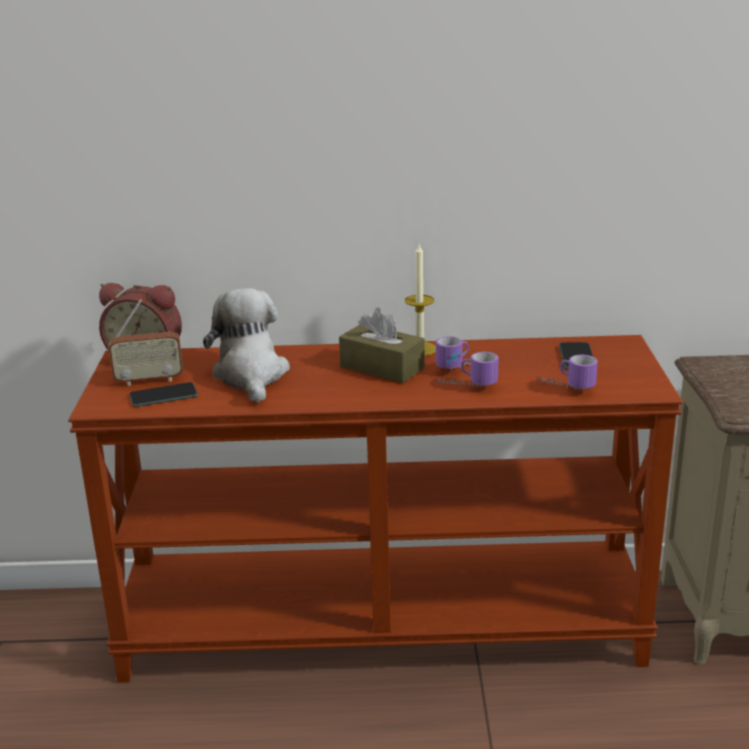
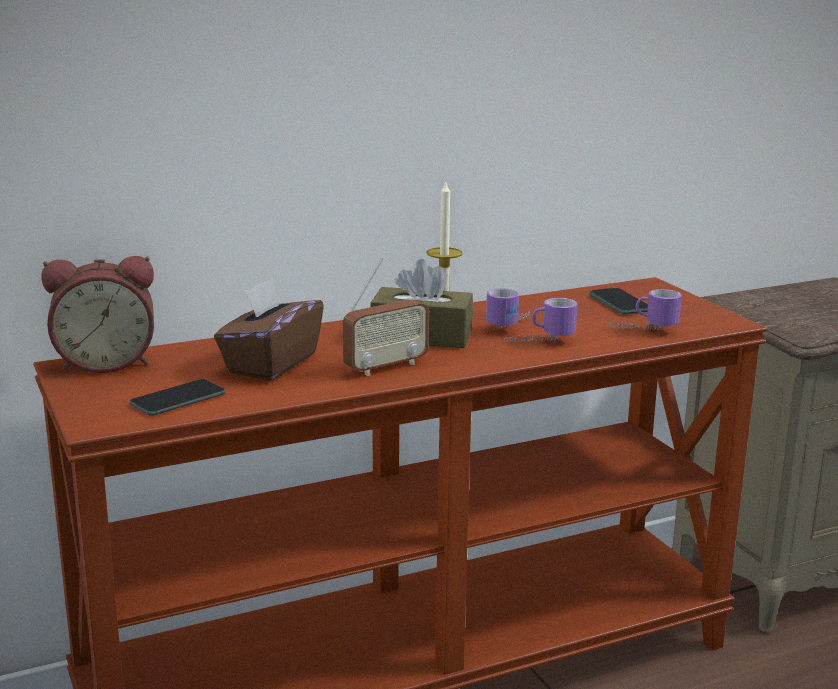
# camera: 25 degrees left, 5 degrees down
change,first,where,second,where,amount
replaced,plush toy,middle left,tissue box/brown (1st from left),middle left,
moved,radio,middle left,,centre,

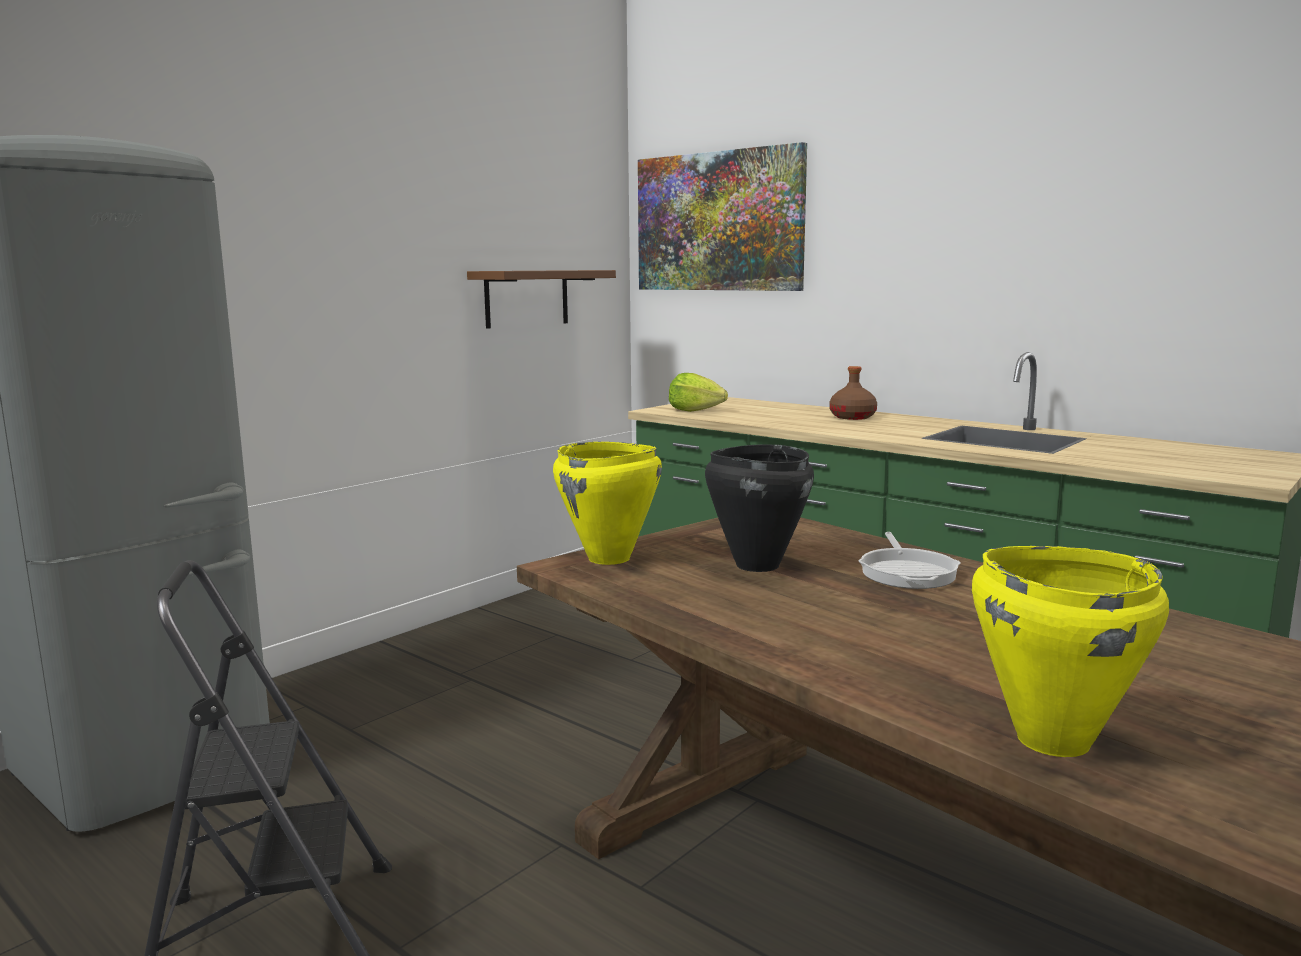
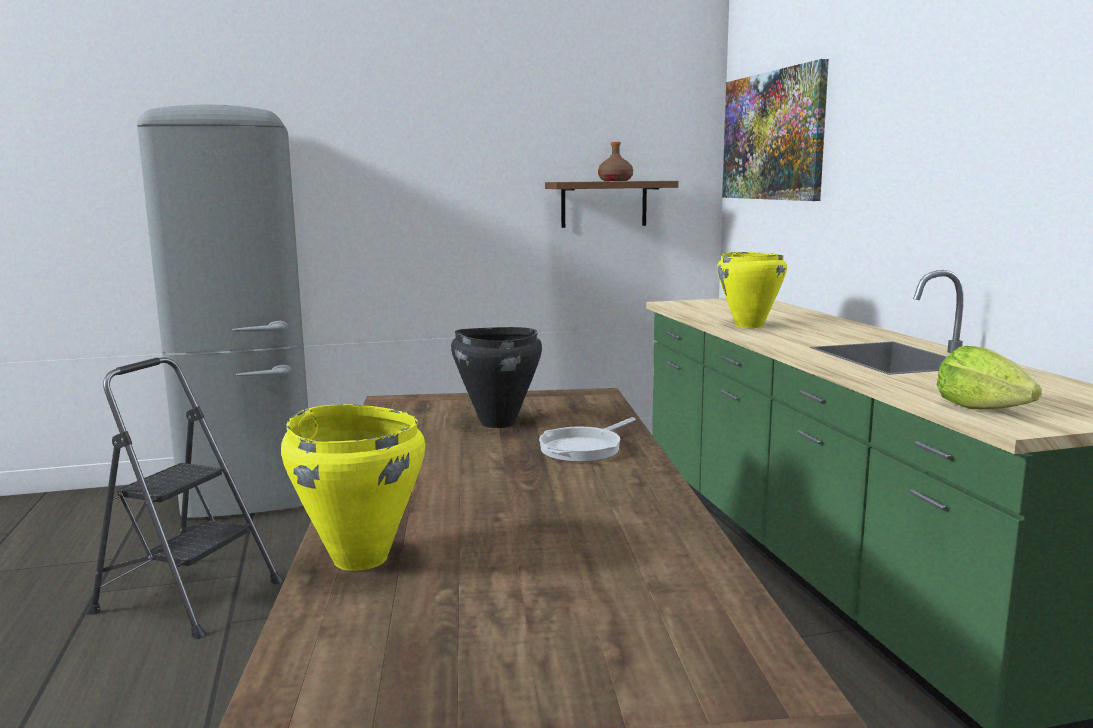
# camera: 35 degrees right, 0 degrees up
change,first,where,second,where,amount
moved,bottle/brown,centre,,top centre,
moved,cooking pot/yellow (1st from left in the first image),centre,cooking pot/yellow (2nd from left),middle right,
moved,lettuce,centre,,middle right,

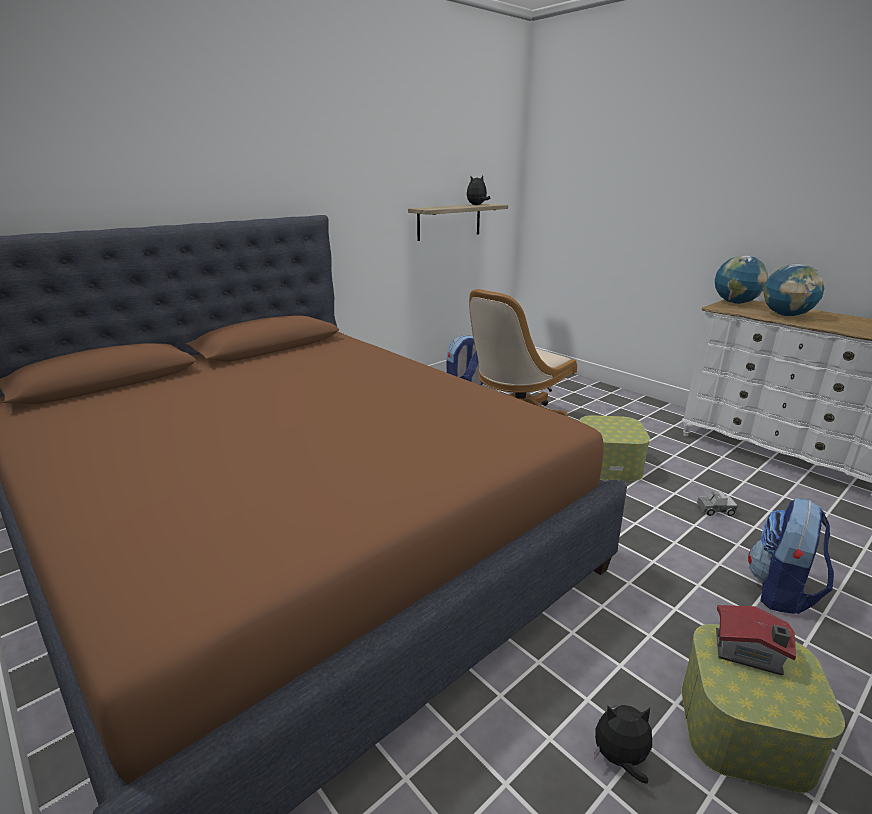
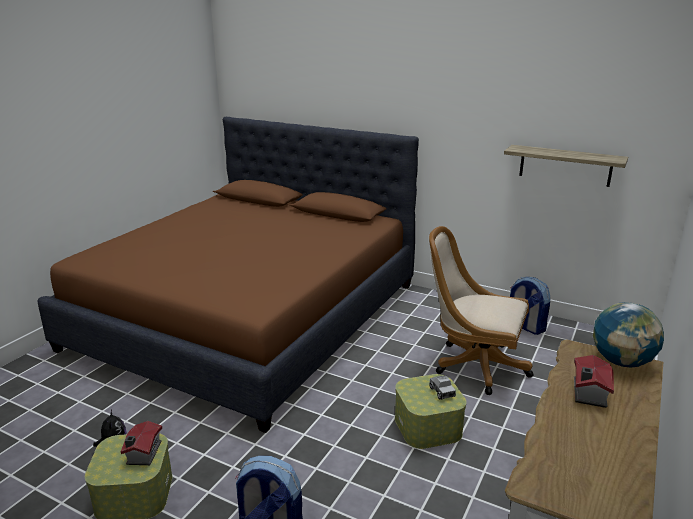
# camera: 70 degrees right, 0 degrees up
change,first,where,second,where,amount
moved,toy truck,middle right,,bottom centre,
replaced,globe (2nd from left),middle right,toy house (2nd from left),bottom right,
removed,plush toy (1st from left),top centre,,,

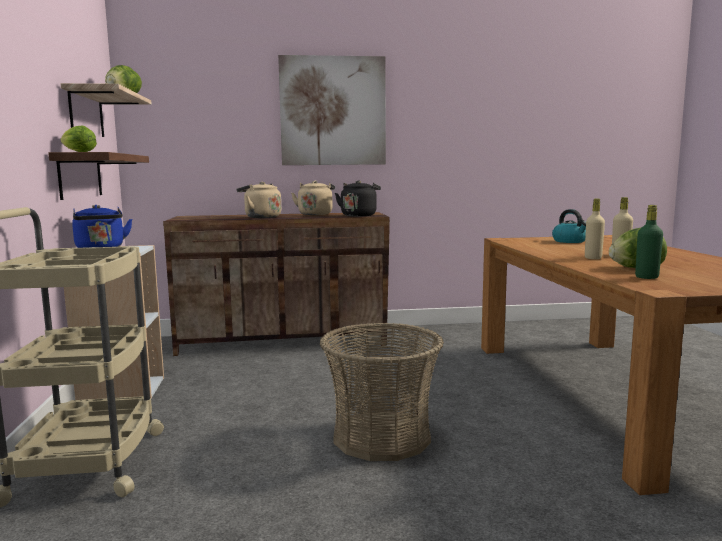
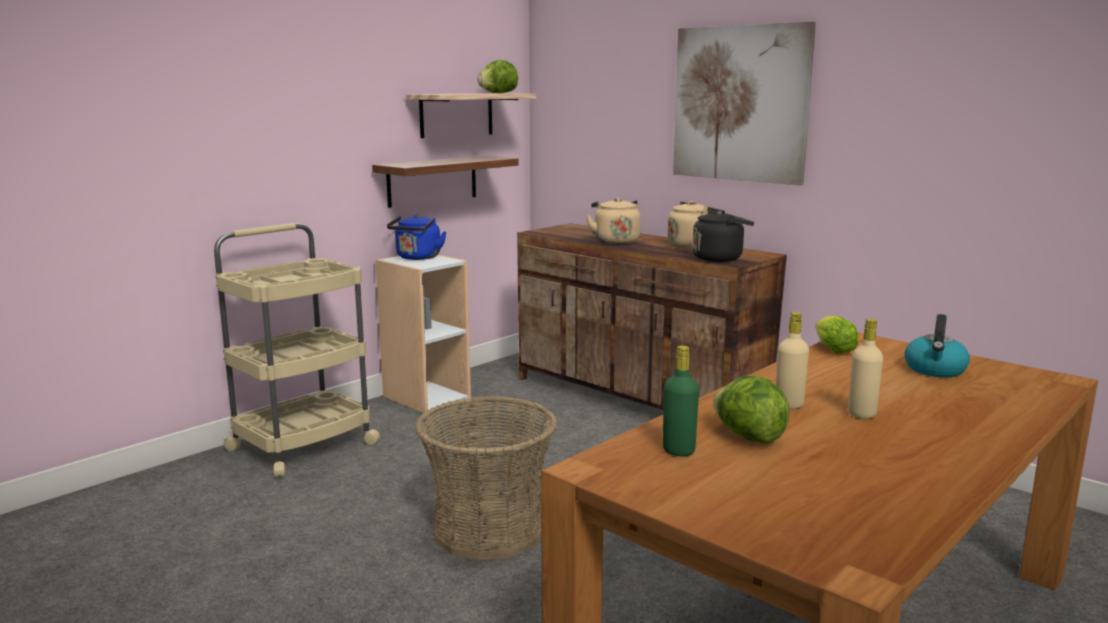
# camera: 50 degrees right, 5 degrees up
change,first,where,second,where,amount
moved,lettuce (1st from left in the first image),top left,lettuce (3rd from left),middle right,

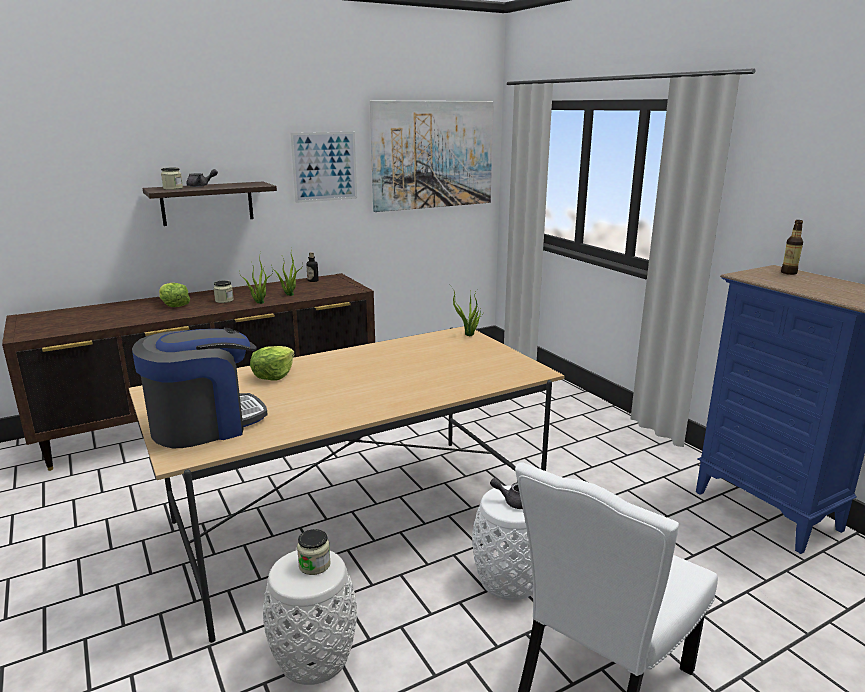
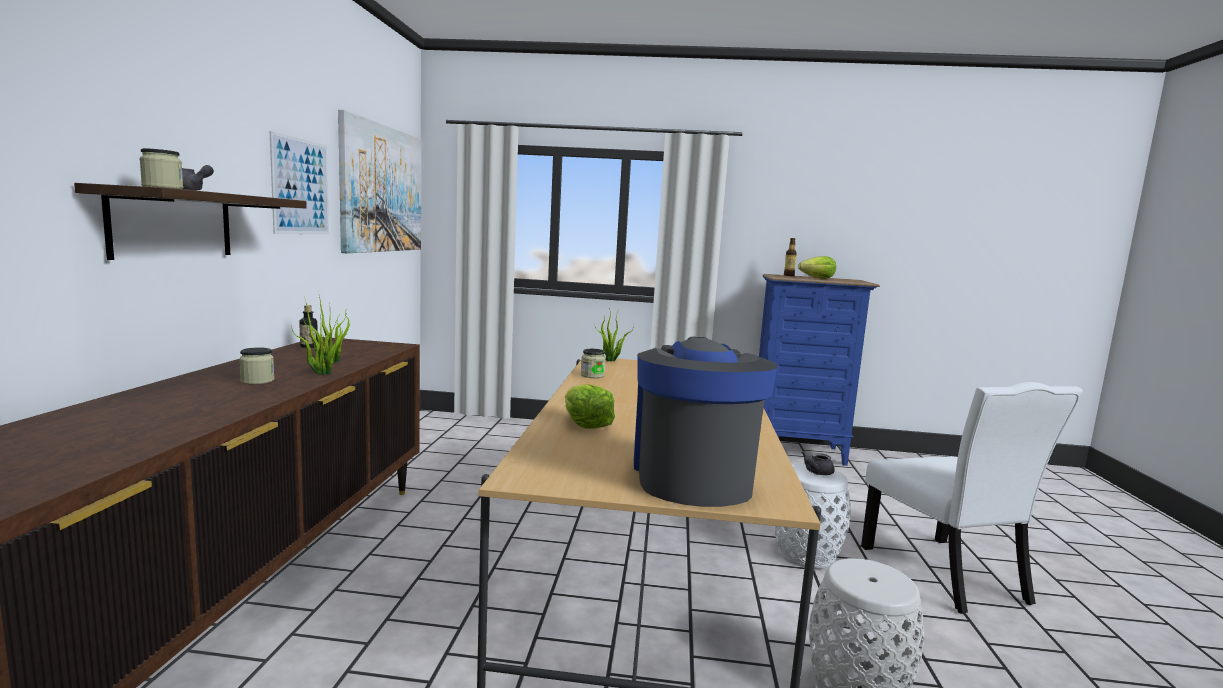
# camera: 55 degrees left, 10 degrees down
change,first,where,second,where,amount
moved,jar (3rd from left),bottom centre,,centre,
moved,lettuce (1st from left in the first image),middle left,lettuce (2nd from left),middle right,

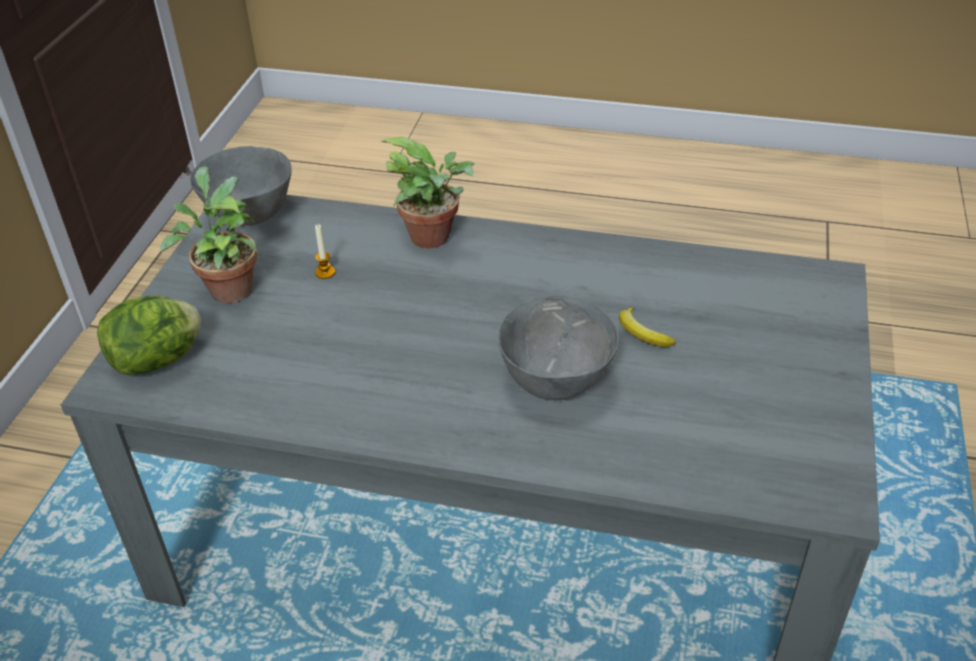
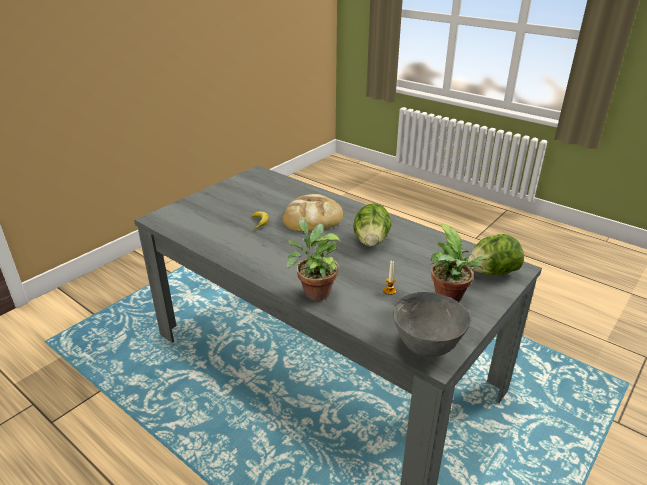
# camera: 155 degrees left, 10 degrees down
change,first,where,second,where,amount
replaced,bowl/grey (2nd from left),centre,bread,centre,
added,,,lettuce (1st from left),centre,

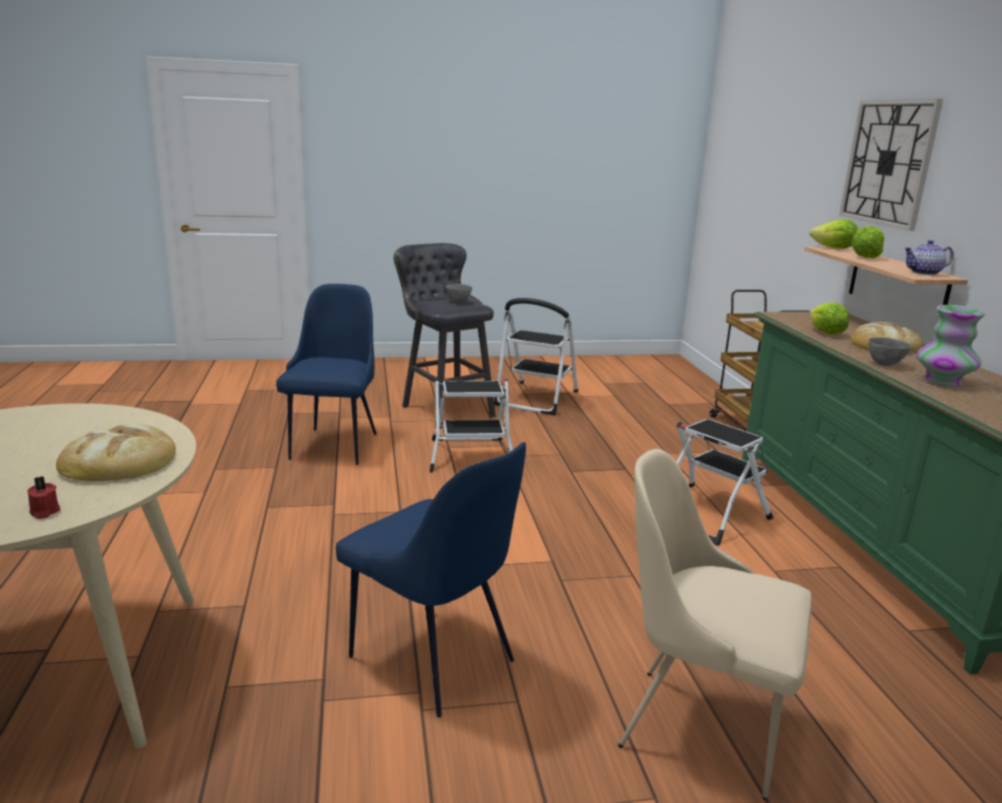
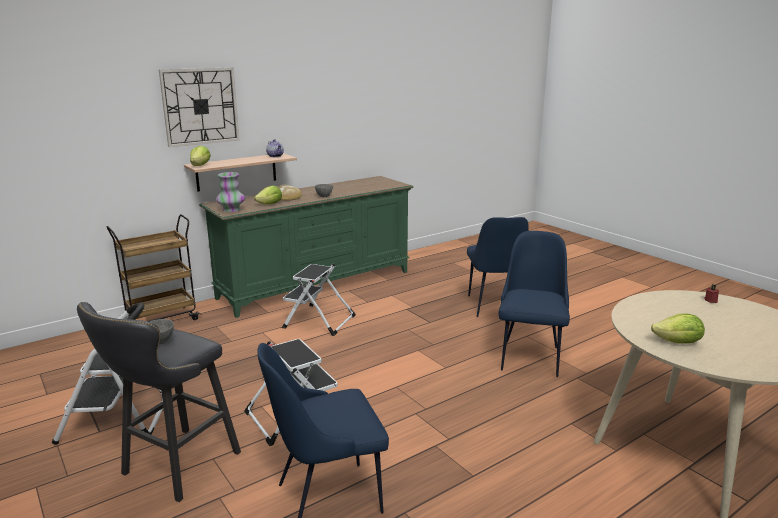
# camera: 115 degrees left, 0 degrees up
change,first,where,second,where,amount
moved,vase,middle right,,middle left,
recoloured,chair/beige,bottom right,chair/blue (2nd from left),centre,
moved,lettuce (3rd from left),top right,,middle right,
removed,bread (1st from left),middle left,,,

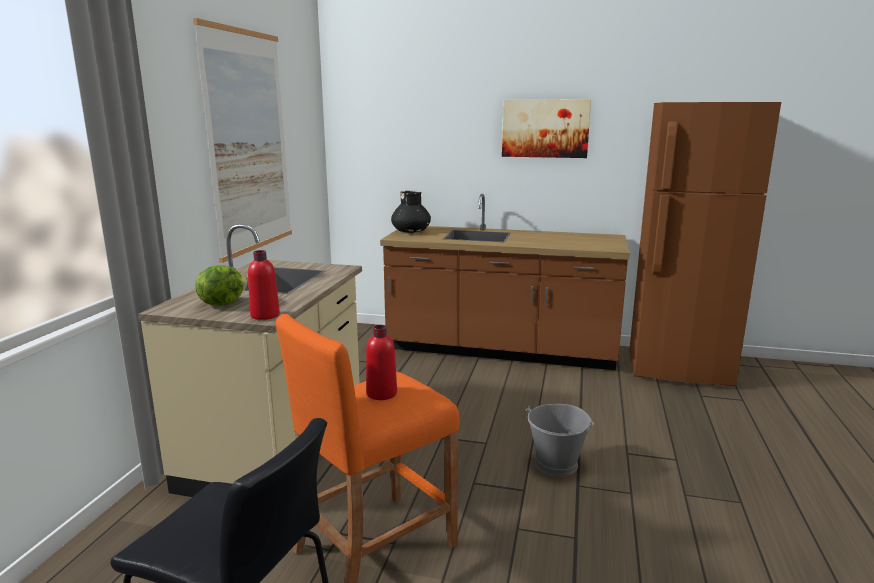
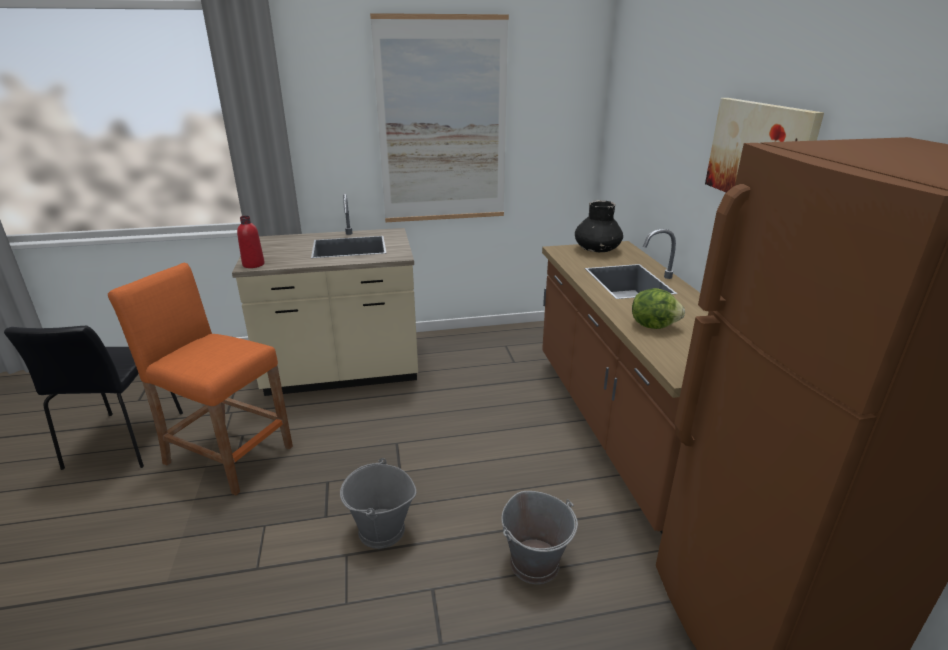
# camera: 65 degrees right, 10 degrees up
change,first,where,second,where,amount
added,,,bucket/grey (2nd from left),bottom centre,
moved,lettuce,middle left,,middle right,
removed,bottle/red (2nd from left),centre,,,

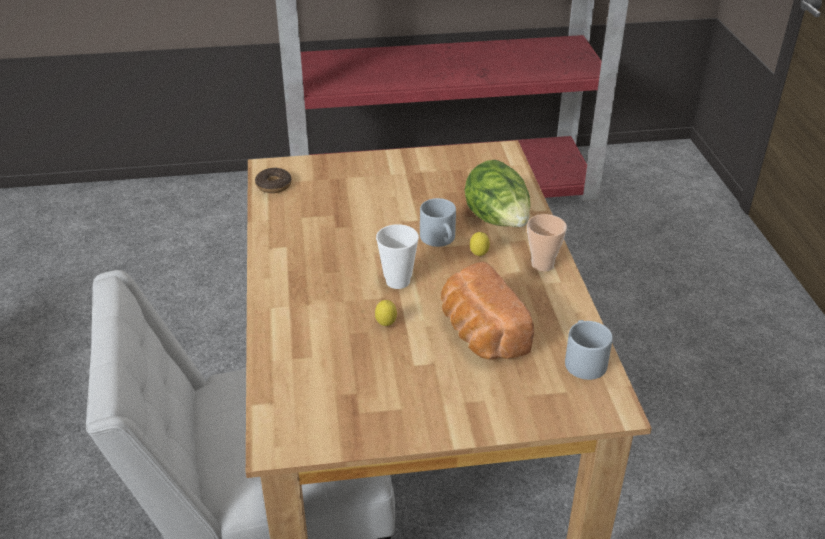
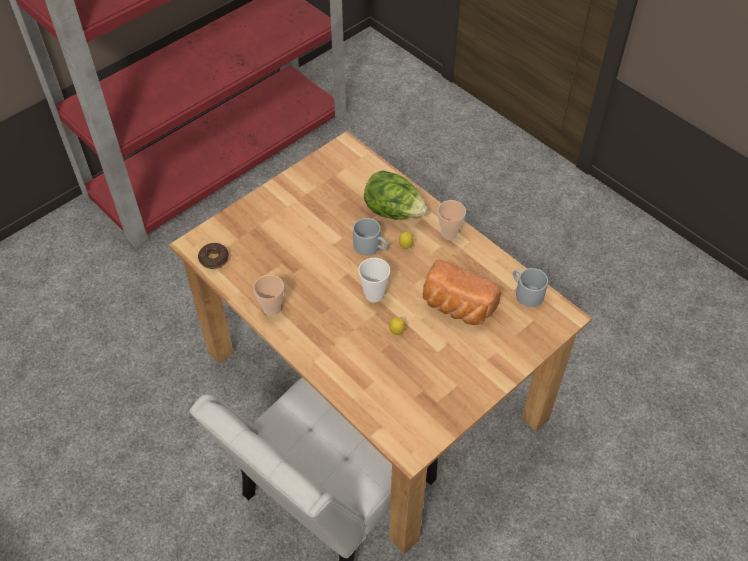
# camera: 35 degrees left, 15 degrees up
change,first,where,second,where,amount
added,,,cup (1st from left),centre,

